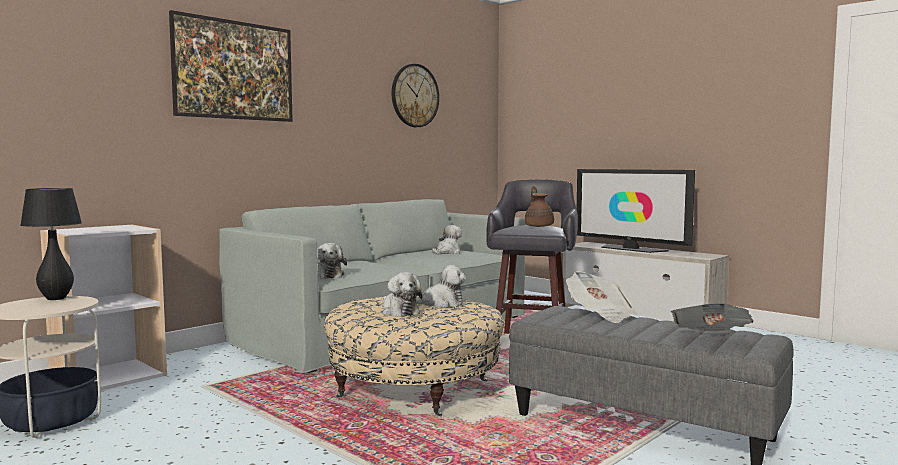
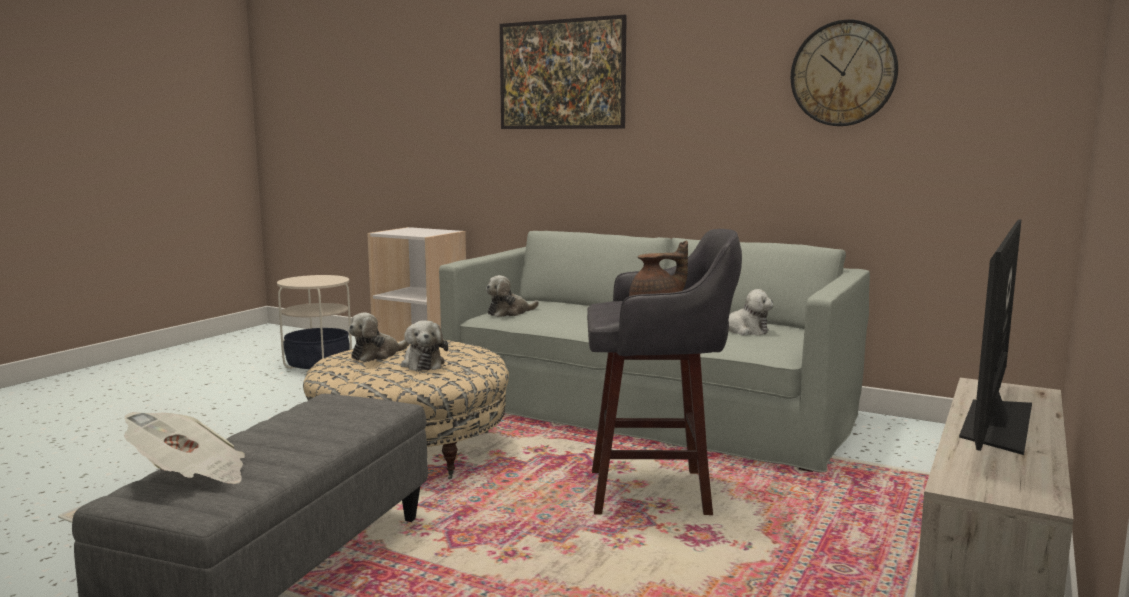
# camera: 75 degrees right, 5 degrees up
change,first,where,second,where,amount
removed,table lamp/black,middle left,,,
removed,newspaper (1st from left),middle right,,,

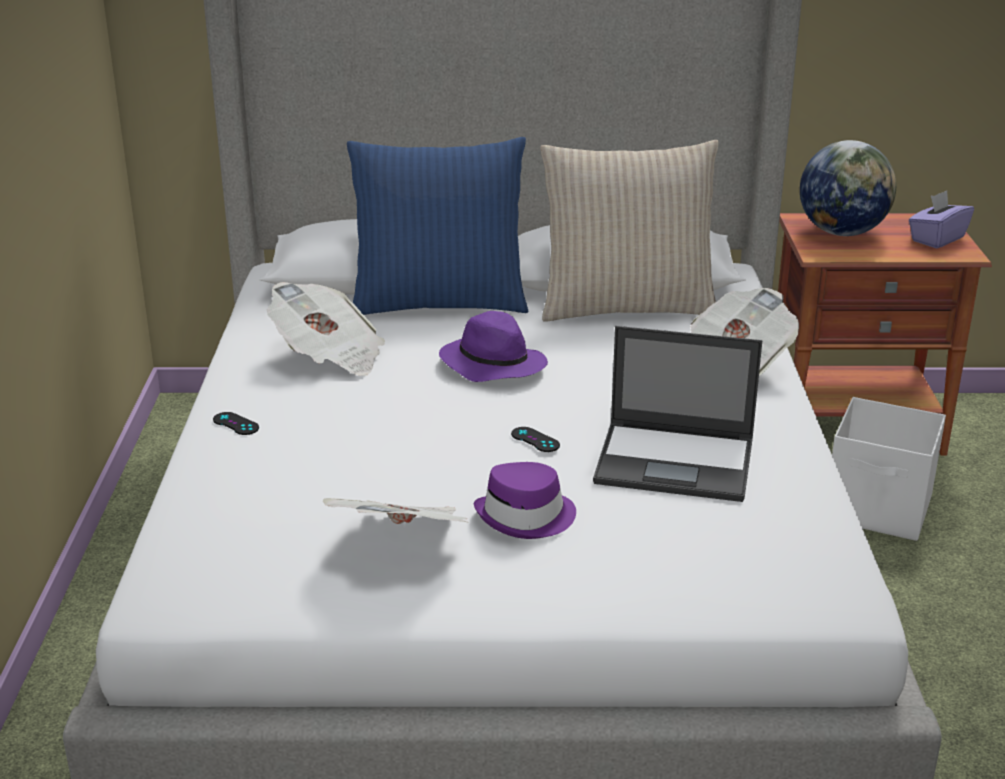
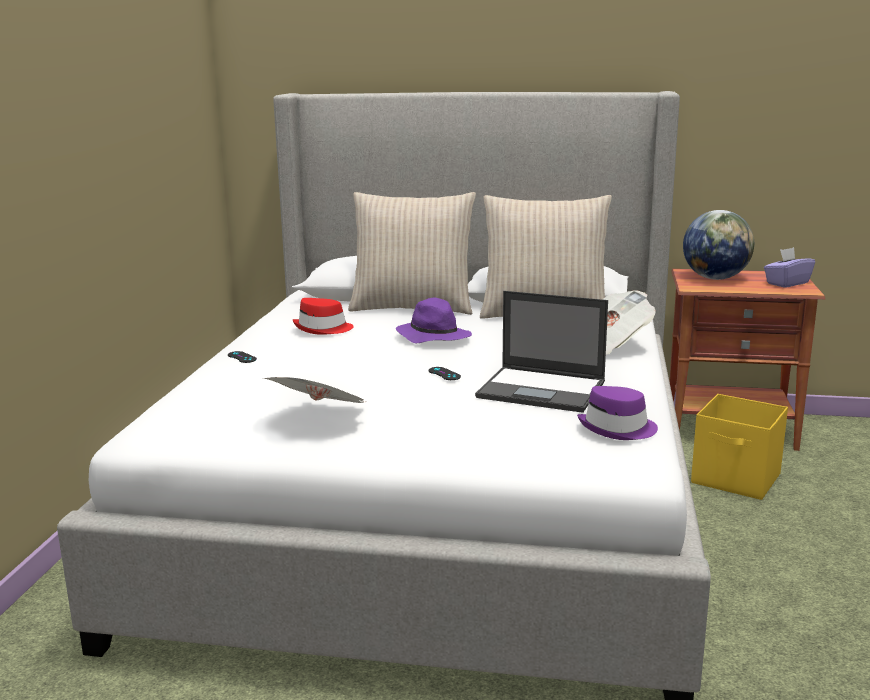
# camera: 10 degrees right, 10 degrees down
change,first,where,second,where,amount
replaced,newspaper (1st from left),middle left,hat/red,centre,
recoloured,pillow/blue,top centre,pillow/beige (1st from left),centre,
moved,hat/purple (2nd from left),centre,,middle right,
recoloured,storage box/white,middle right,storage box/yellow,middle right,

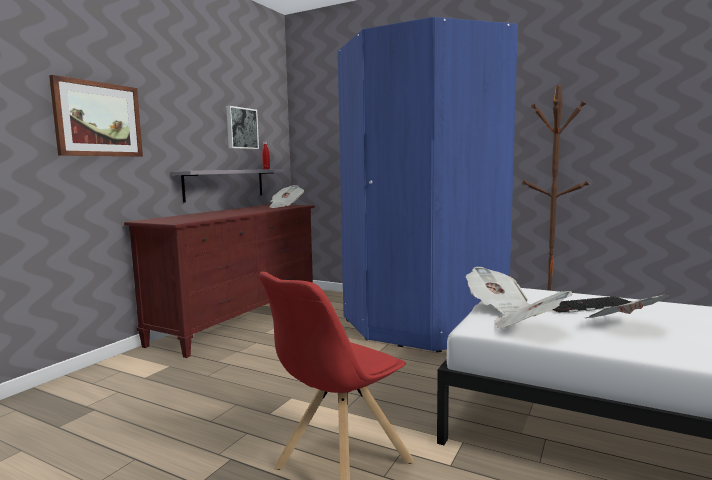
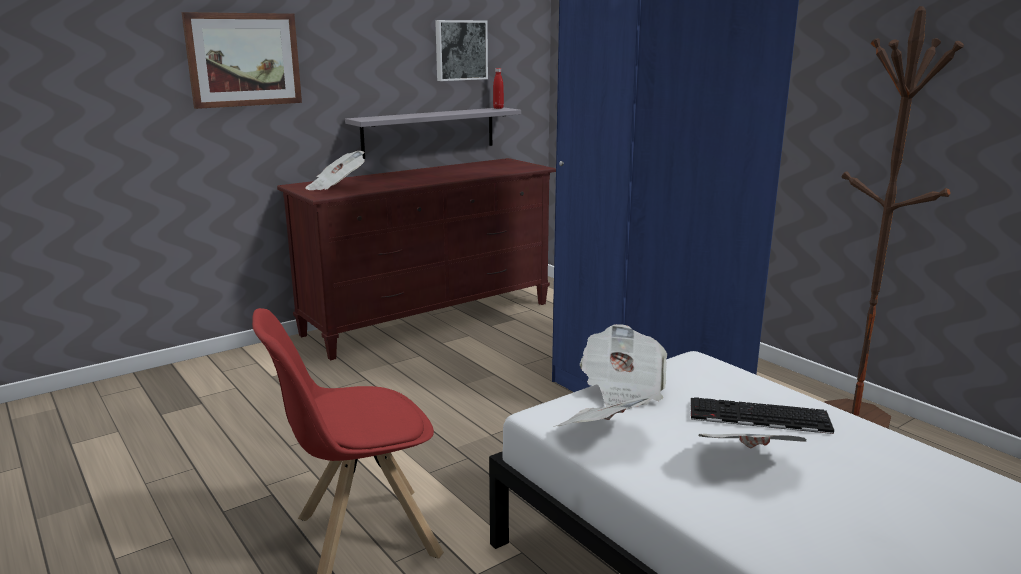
# camera: 25 degrees right, 10 degrees up
change,first,where,second,where,amount
moved,newspaper (1st from left),centre,,top left,

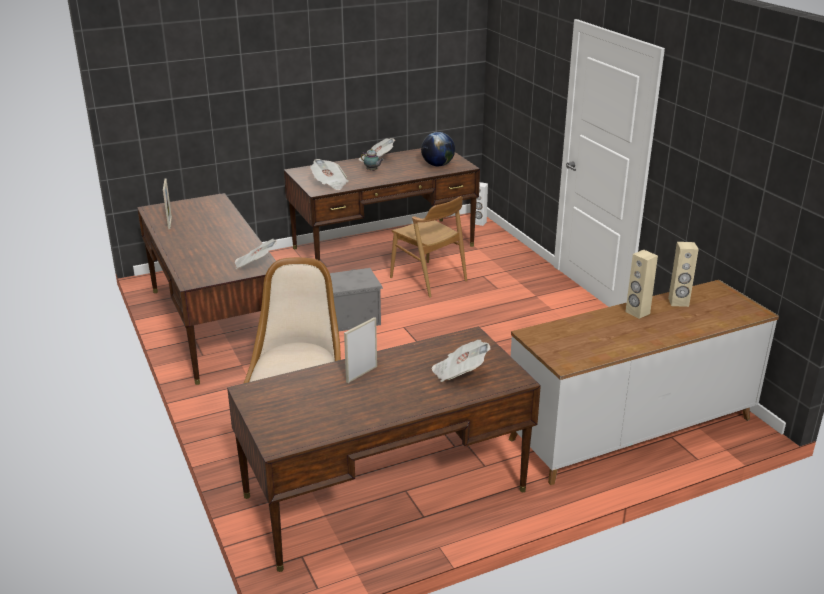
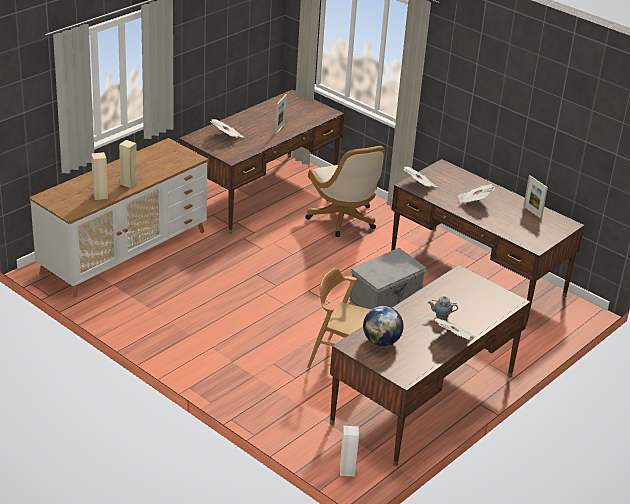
# camera: 155 degrees right, 5 degrees up
change,first,where,second,where,amount
moved,newspaper (2nd from left in the first image),top centre,newspaper (4th from left),middle right,

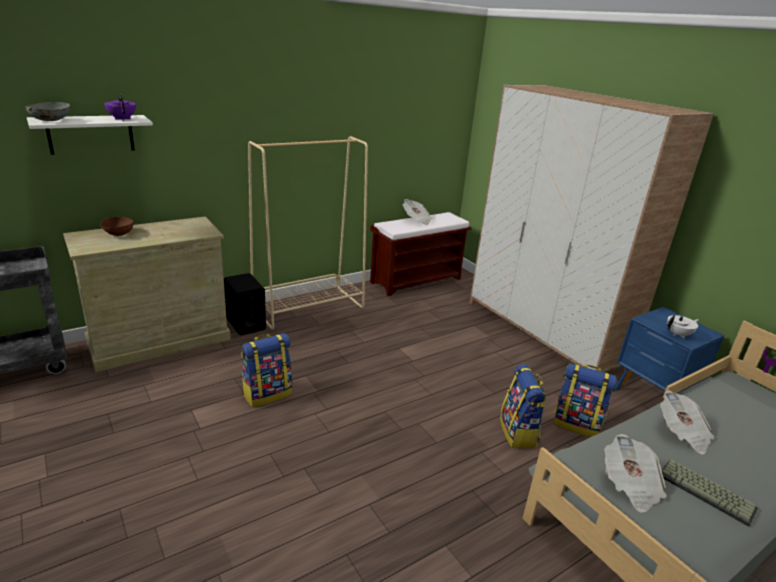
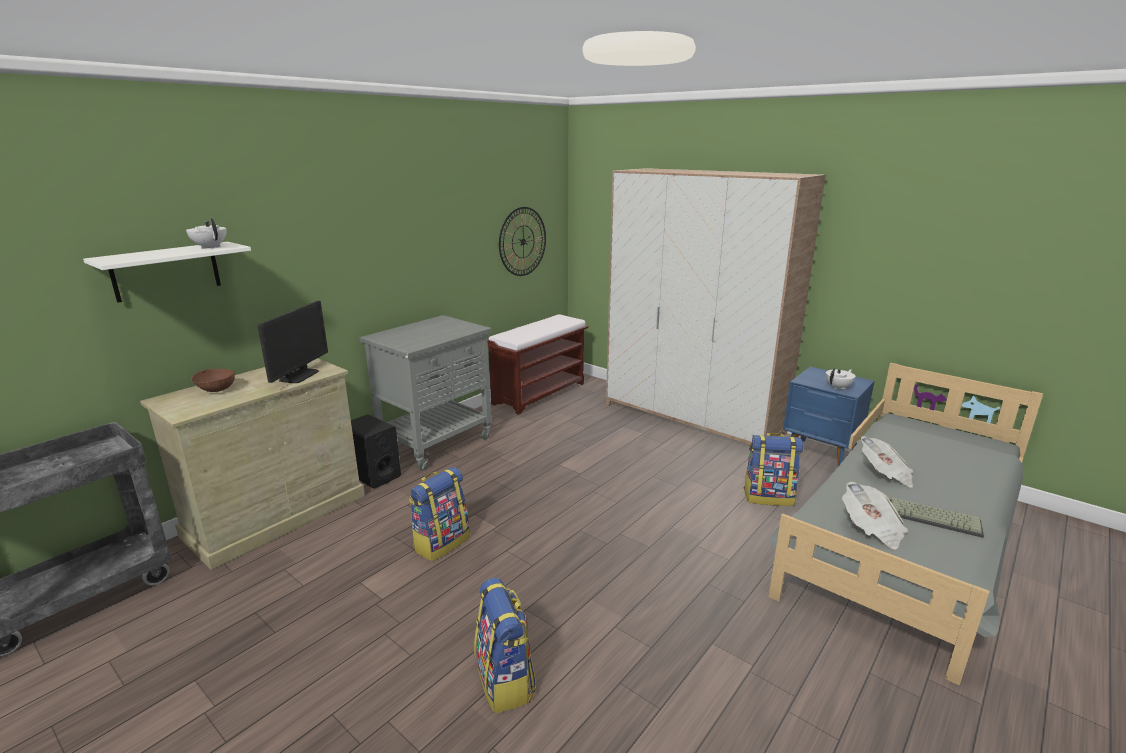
# camera: 15 degrees left, 5 degrees down
change,first,where,second,where,amount
recoloured,teapot/purple,top left,teapot/white (1st from left),top left,
added,,,monitor,middle left,
replaced,clothes rack/beige,centre,cart/grey (2nd from left),centre,
moved,backpack (2nd from left),bottom right,,bottom centre,
added,,,wall clock,top centre,
removed,bowl/grey,top left,,,
removed,newspaper (1st from left),centre,,,

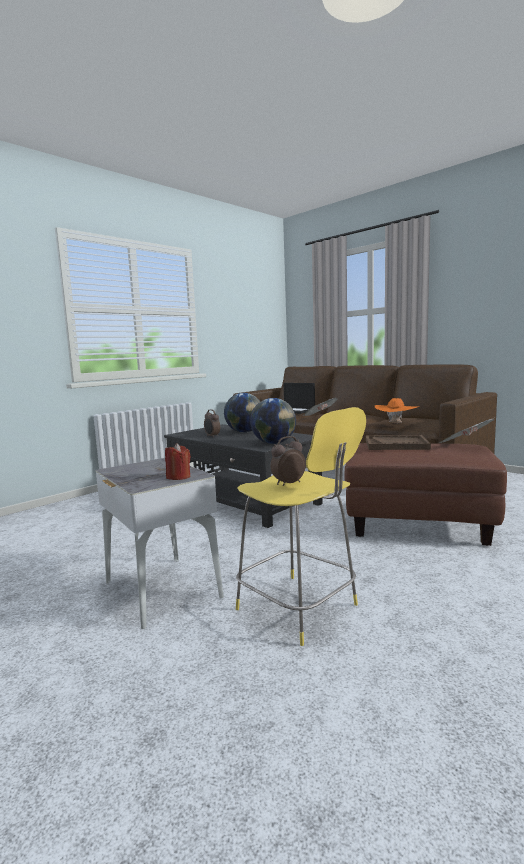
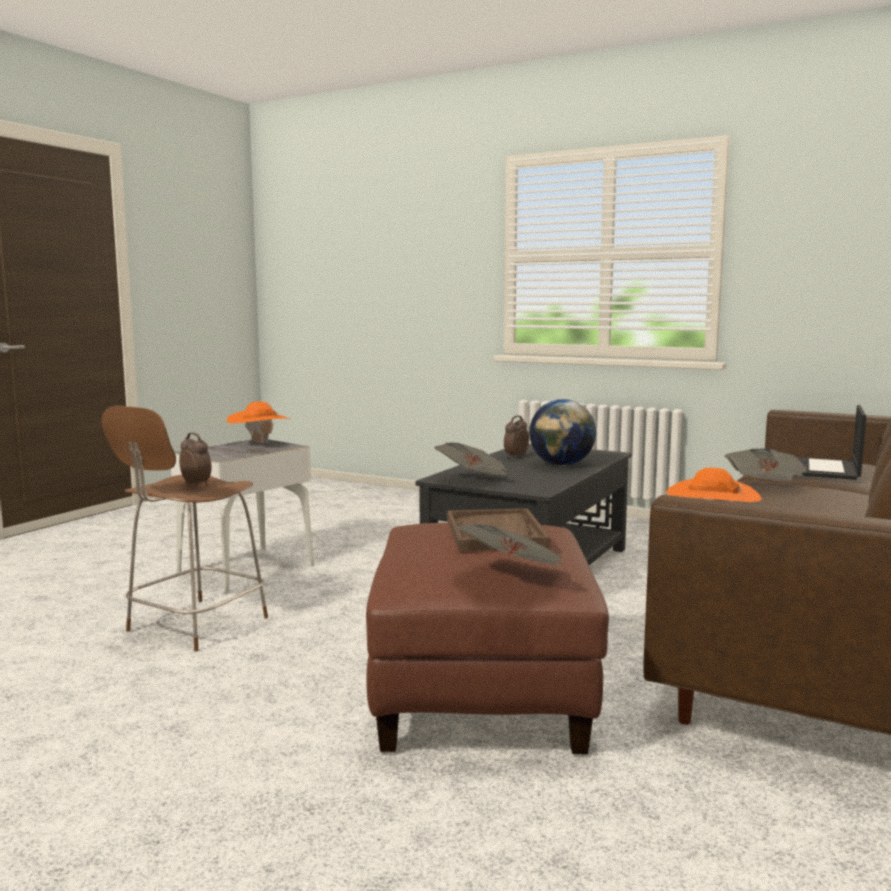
# camera: 75 degrees right, 0 degrees up
change,first,where,second,where,amount
recoloured,stool/yellow,centre,stool/brown,middle left,
added,,,hat/orange (1st from left),middle left,
replaced,globe (2nd from left),centre,newspaper (1st from left),centre,
removed,candle/red,centre,,,

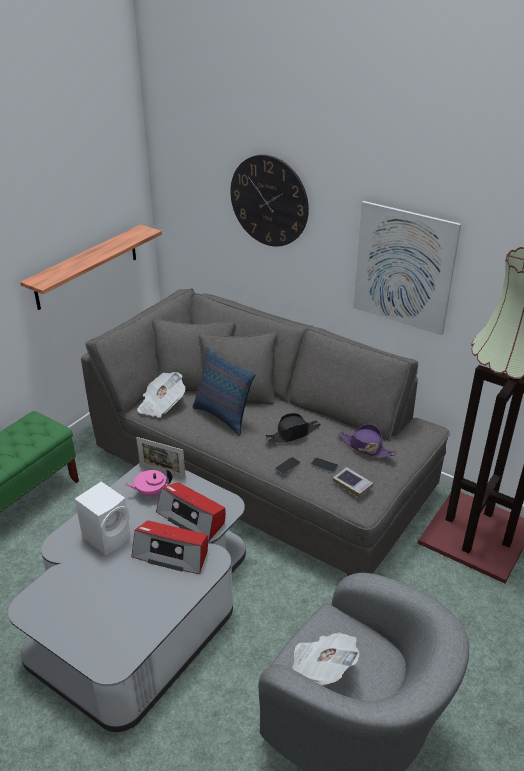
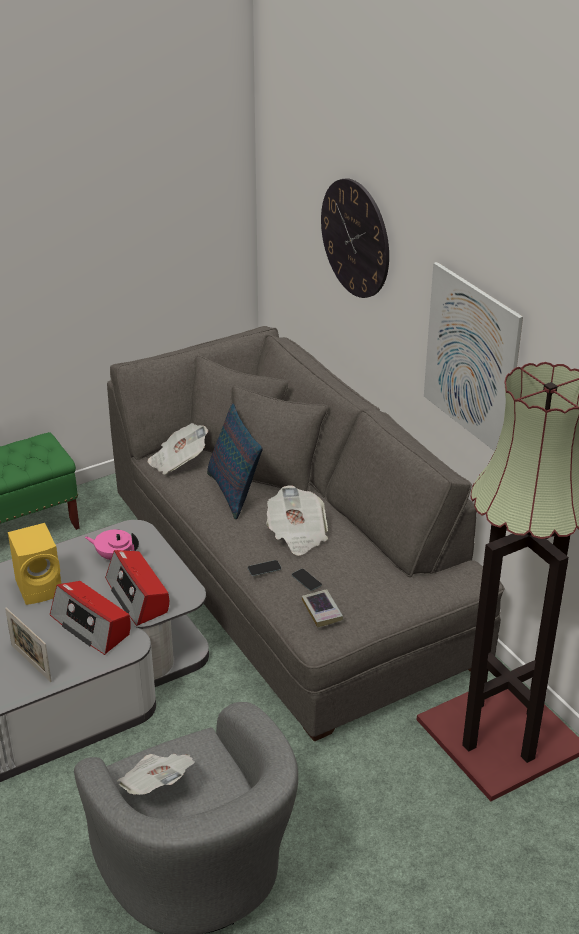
# camera: 25 degrees right, 0 degrees up
change,first,where,second,where,amount
moved,picture frame,middle left,,bottom left,
recoloured,speaker/white,bottom left,speaker/yellow,middle left,
replaced,hat/black,centre,newspaper (3rd from left),centre,
removed,shelf,middle left,,,
removed,hat/purple,middle right,,,

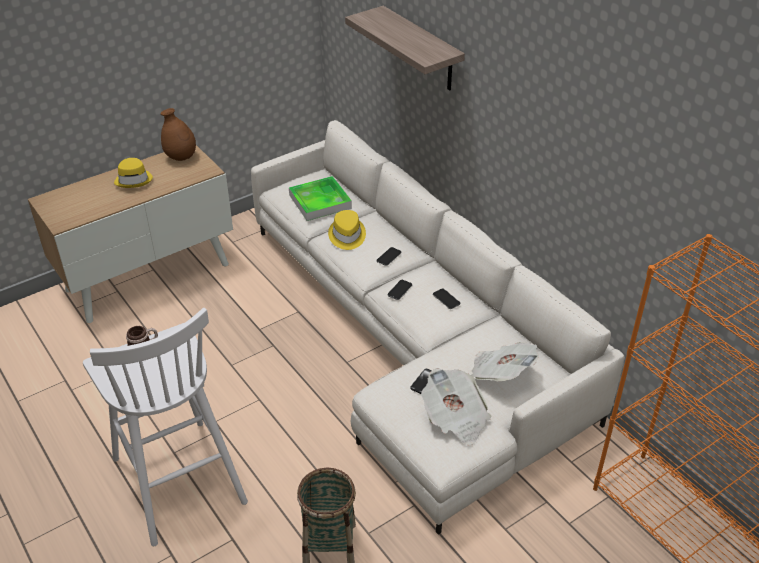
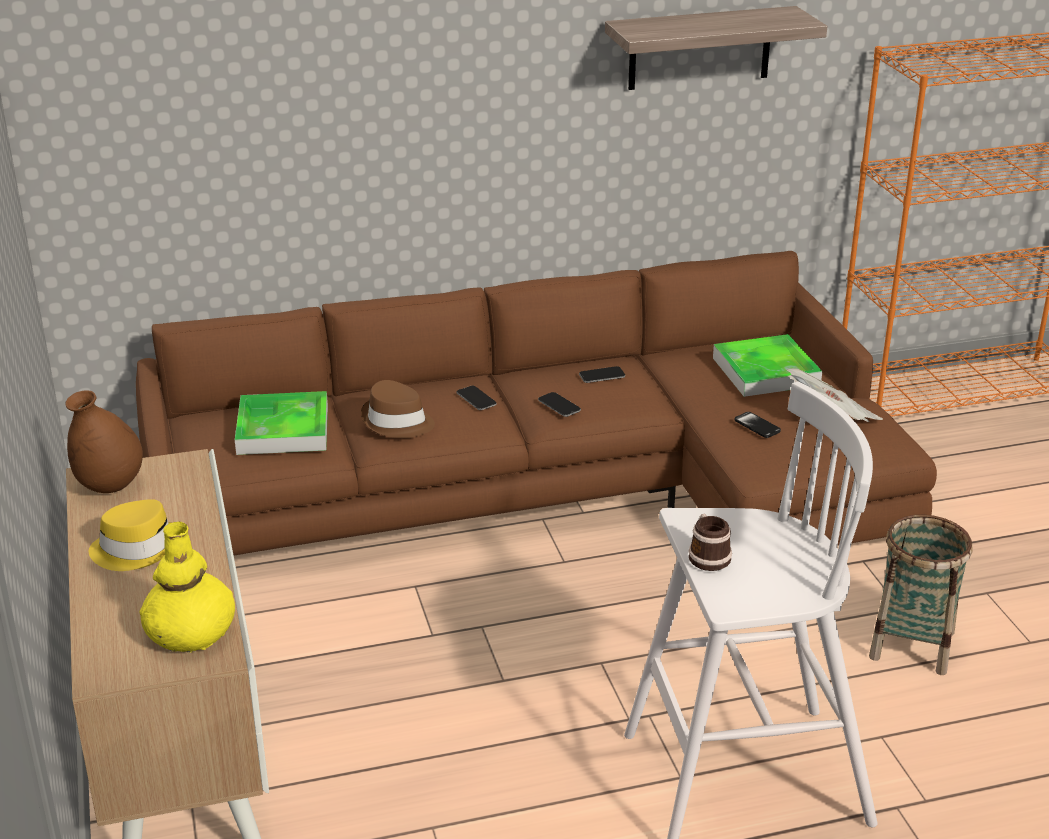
# camera: 70 degrees left, 10 degrees down
change,first,where,second,where,amount
recoloured,sofa/white,centre,sofa/brown,centre,
added,,,vase/yellow,bottom left,
recoloured,hat/yellow (2nd from left),centre,hat/brown,centre,
moved,shelf,top centre,,top right,
replaced,newspaper (2nd from left),centre,tray (2nd from left),middle right,

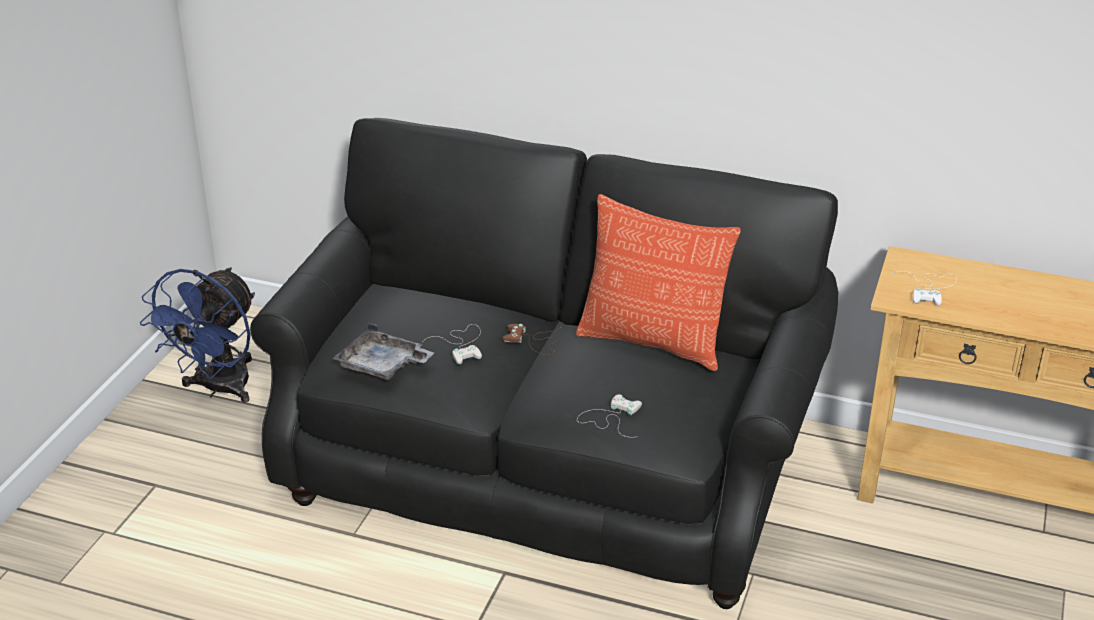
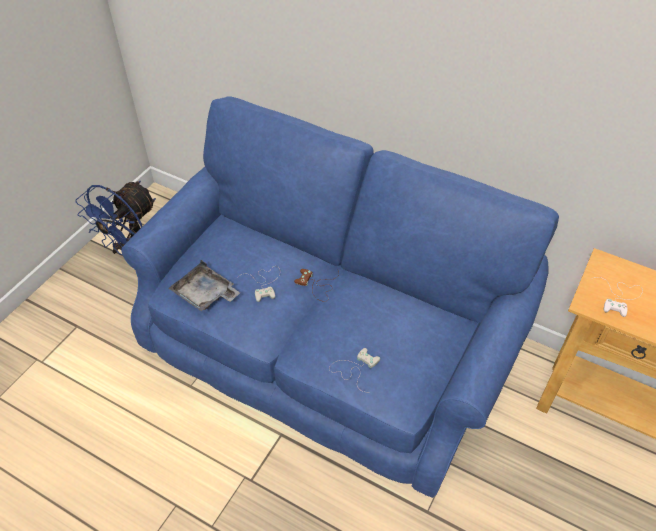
# camera: 10 degrees right, 15 degrees up
change,first,where,second,where,amount
recoloured,sofa/black,centre,sofa/blue,centre,
removed,pillow/orange,centre,,,

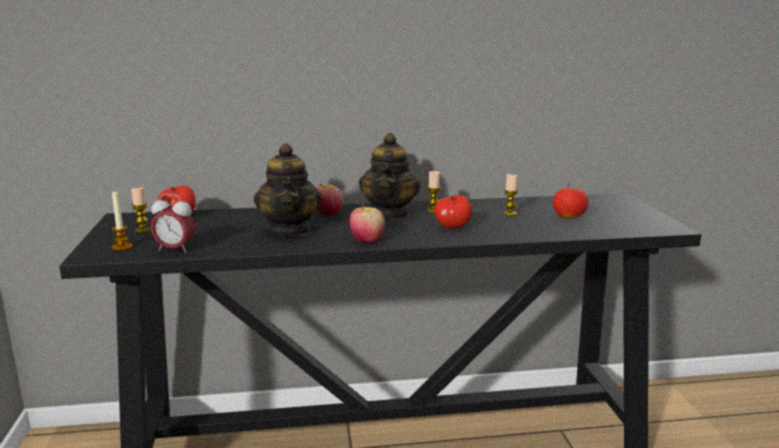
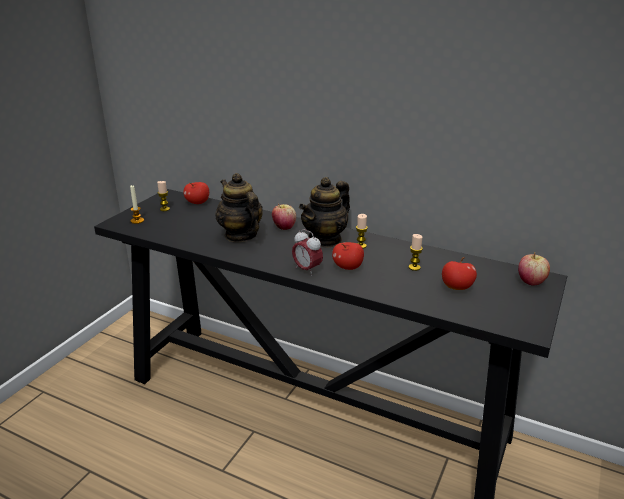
# camera: 35 degrees right, 10 degrees up
change,first,where,second,where,amount
turned,teapot (1st from left),centre,,centre,120 degrees clockwise
moved,alarm clock,middle left,,centre,
moved,apple (3rd from left in the first image),centre,apple (5th from left),middle right,

